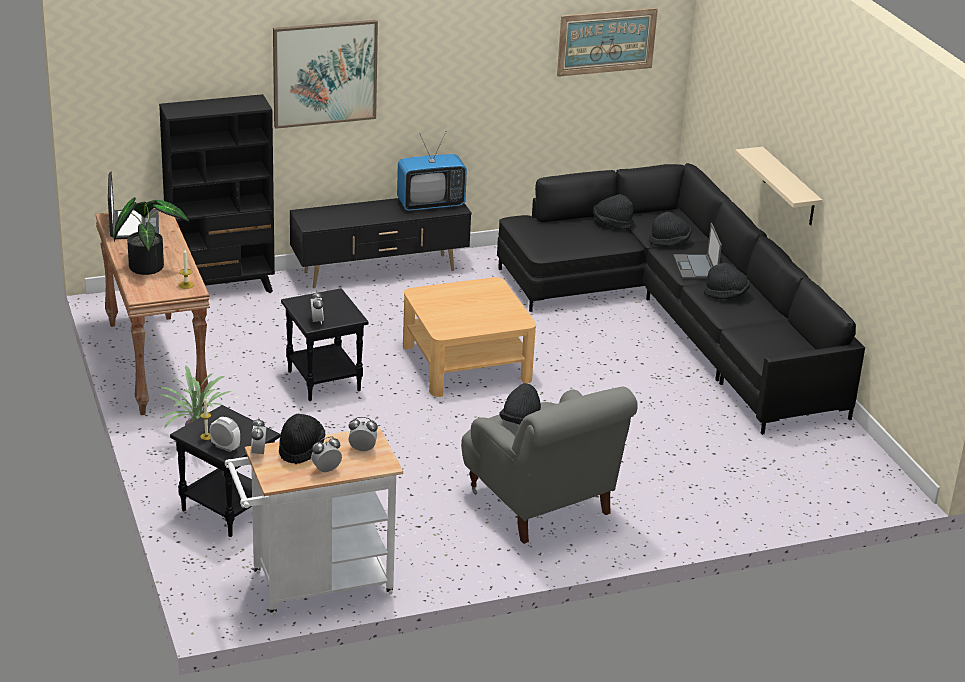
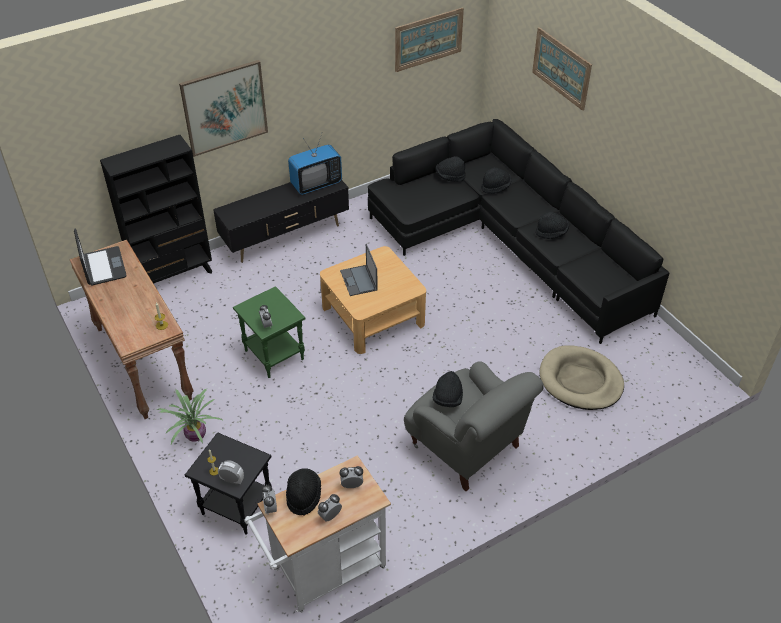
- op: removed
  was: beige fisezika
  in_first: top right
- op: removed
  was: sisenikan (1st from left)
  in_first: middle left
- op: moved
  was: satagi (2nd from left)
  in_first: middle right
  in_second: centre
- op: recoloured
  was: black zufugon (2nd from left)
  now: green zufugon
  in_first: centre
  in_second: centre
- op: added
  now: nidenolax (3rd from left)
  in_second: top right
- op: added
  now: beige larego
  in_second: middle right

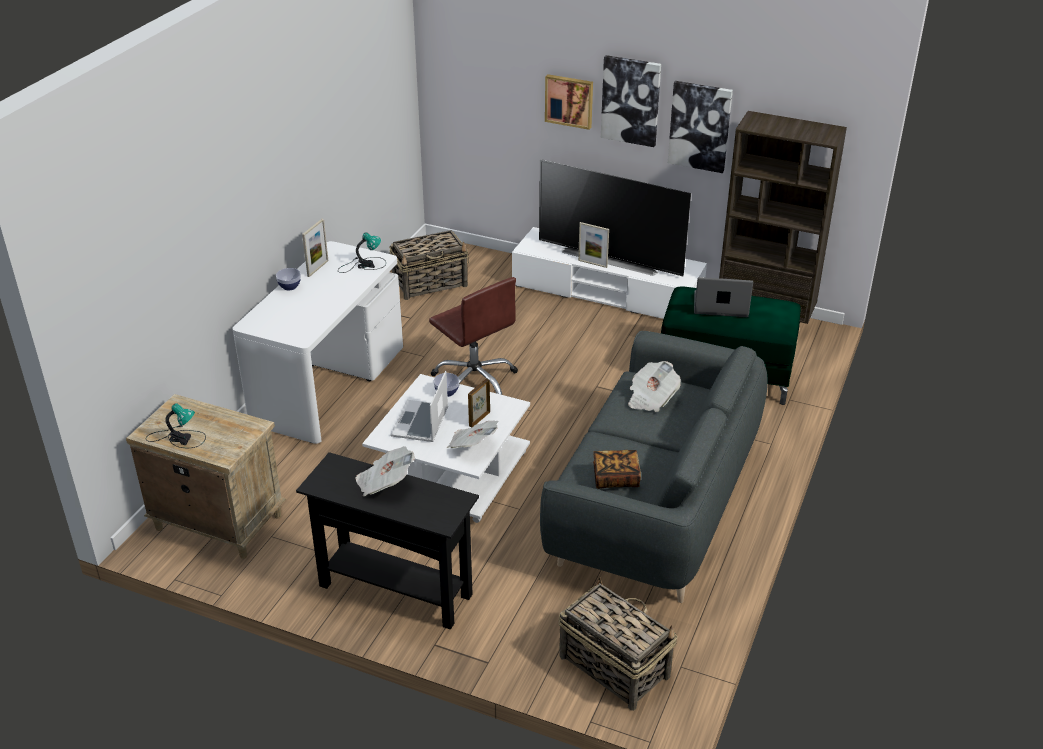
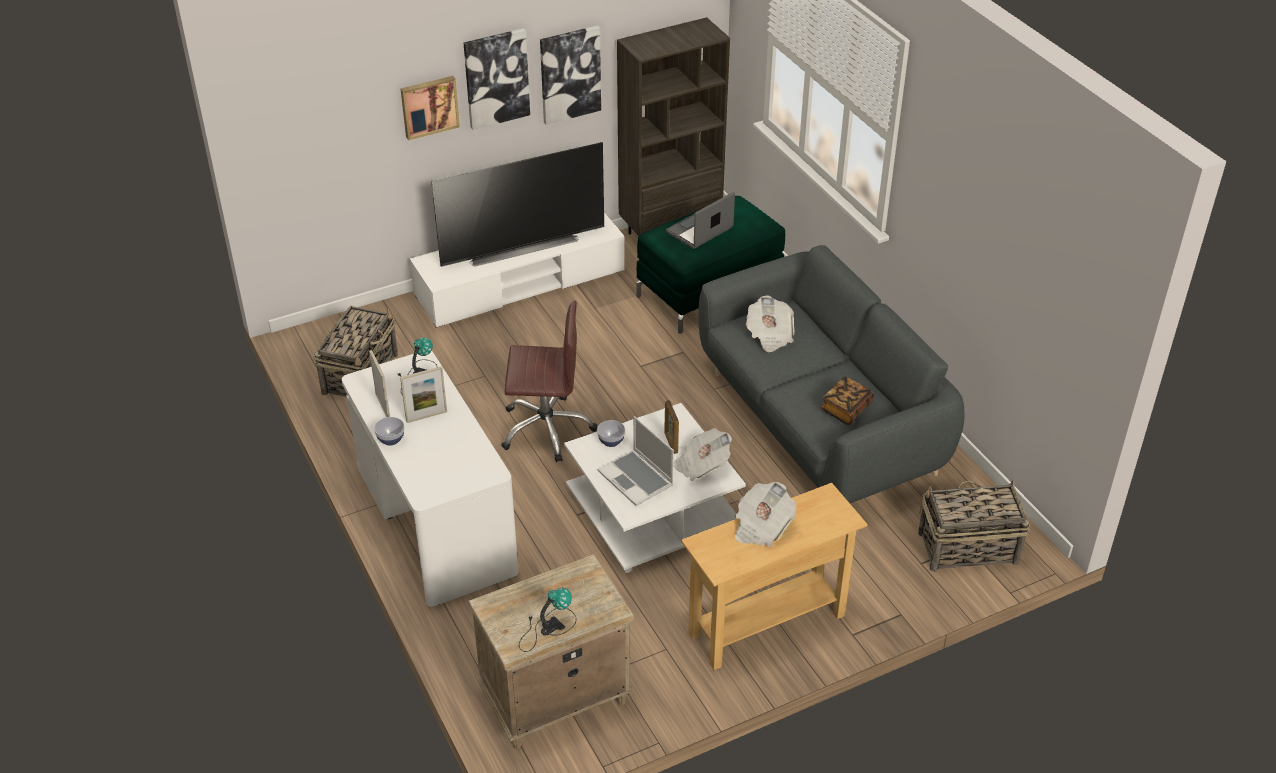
- op: moved
  was: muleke (3rd from left in the first image)
  now: muleke (2nd from left)
  in_first: top centre
  in_second: middle left
- op: recoloured
  was: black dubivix
  now: beige dubivix
  in_first: bottom centre
  in_second: bottom centre

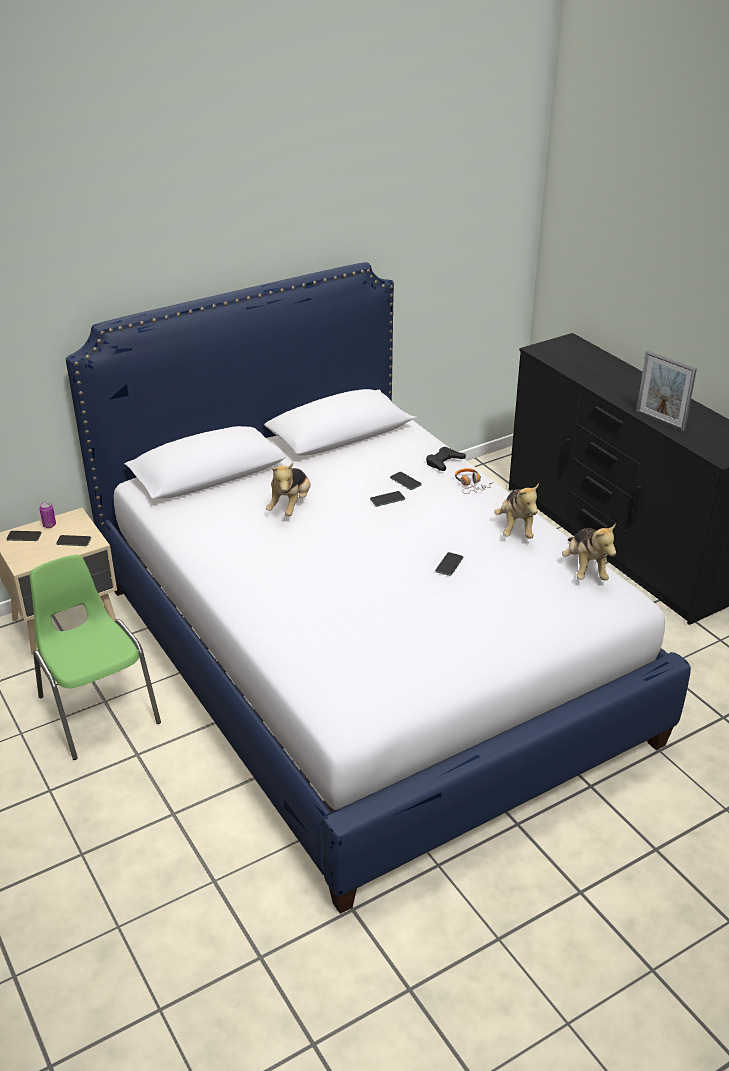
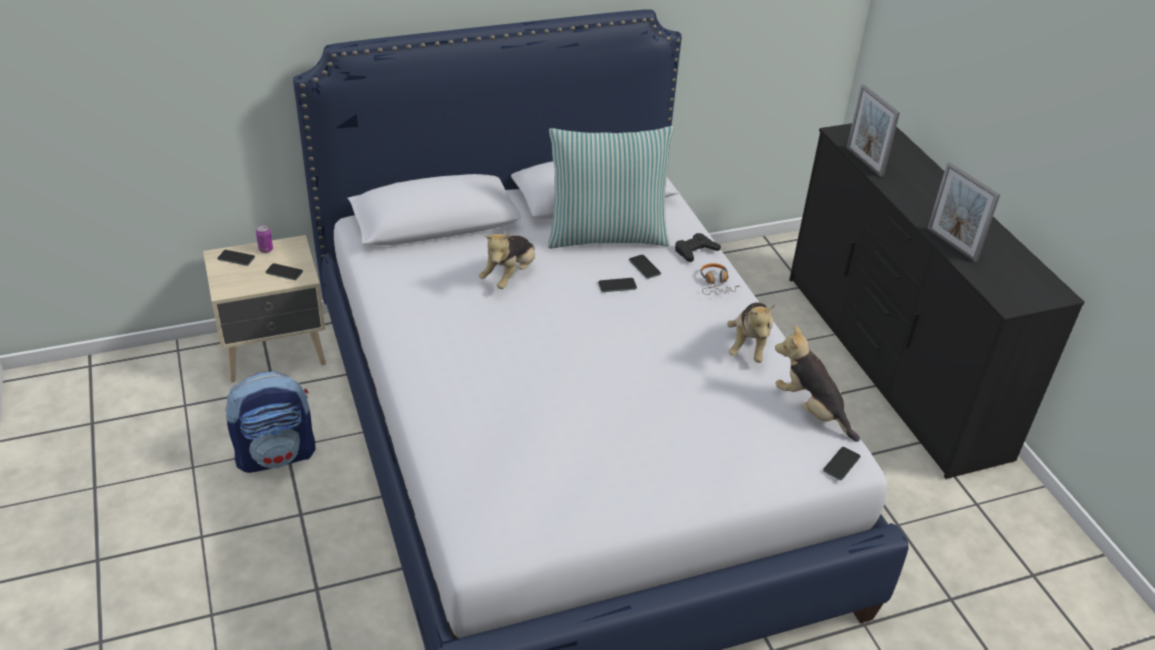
- op: turned
  was: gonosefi (3rd from left)
  in_first: middle right
  in_second: middle right
  clockwise: 135
- op: moved
  was: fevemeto (5th from left)
  in_first: centre
  in_second: bottom right
- op: replaced
  was: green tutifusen
  now: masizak
  in_first: middle left
  in_second: middle left
- op: added
  now: muleke (1st from left)
  in_second: top right
- op: added
  now: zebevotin
  in_second: top centre

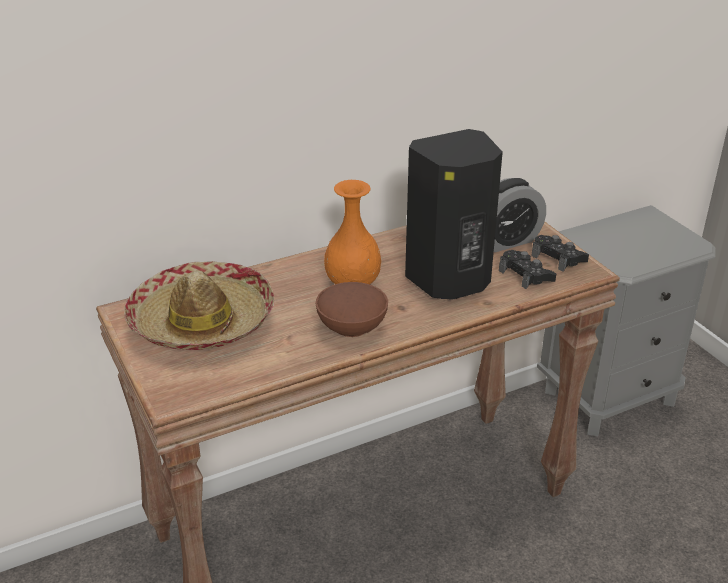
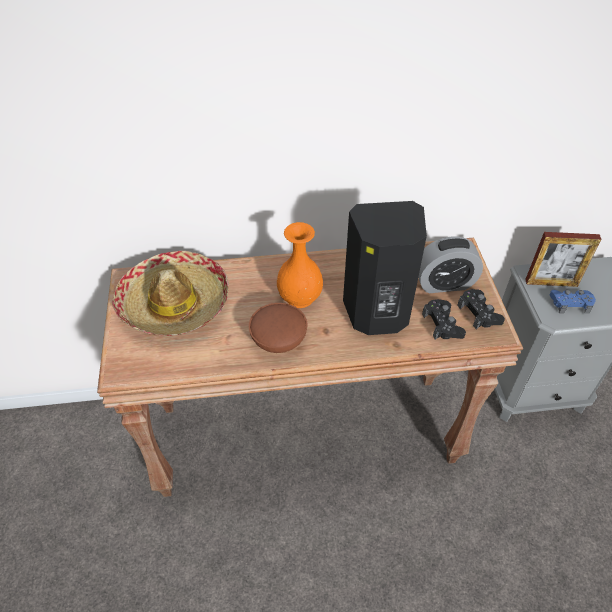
- op: added
  now: muleke
  in_second: middle right
- op: added
  now: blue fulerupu
  in_second: middle right

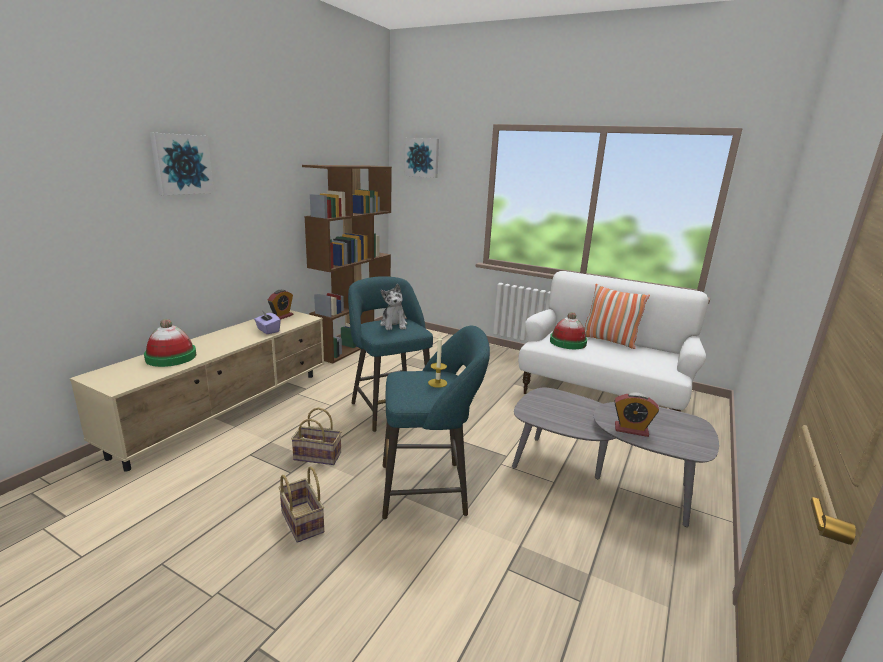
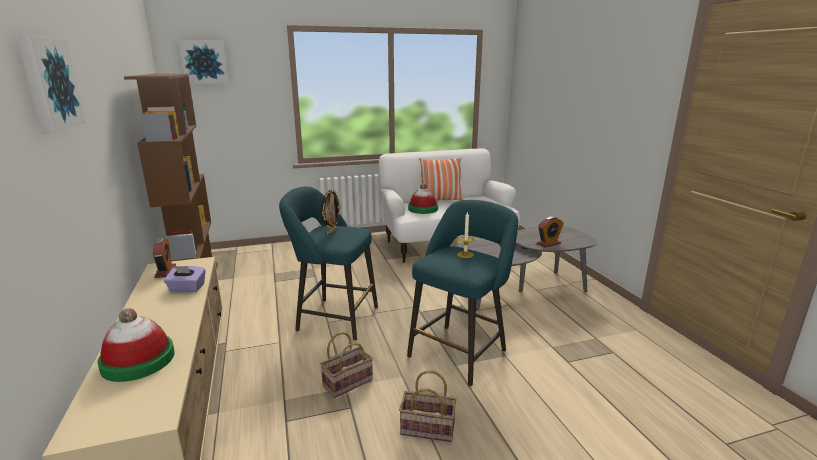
- op: replaced
  was: gonosefi
  now: muleke
  in_first: centre
  in_second: centre

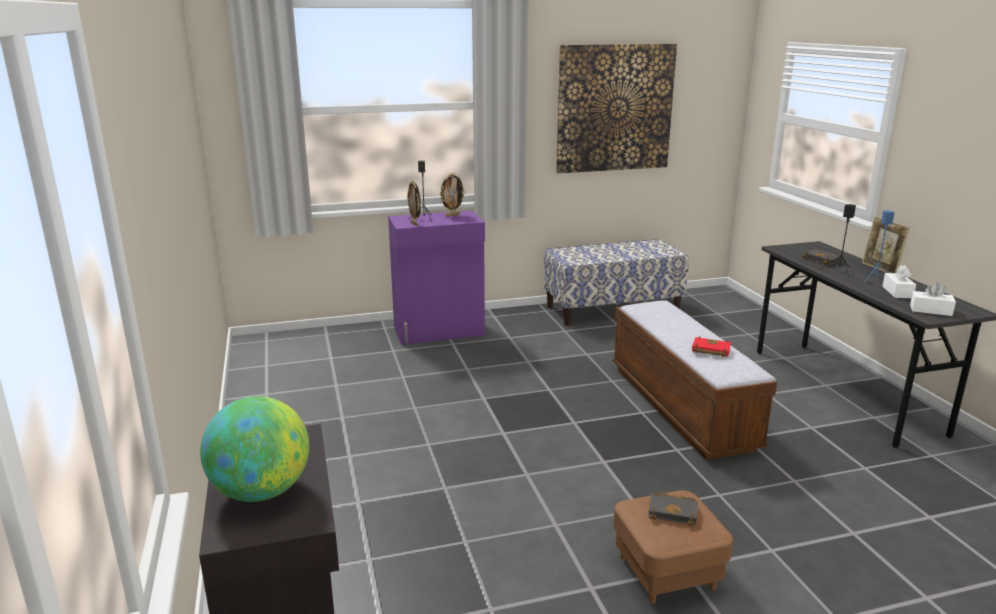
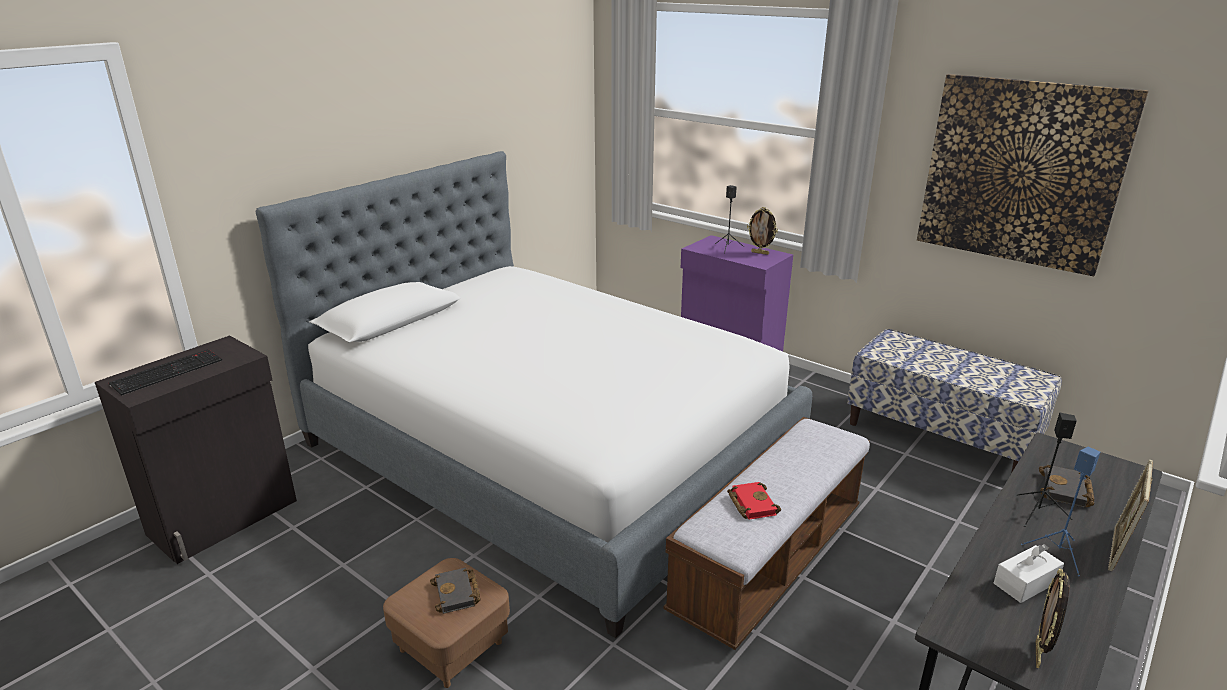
- op: moved
  was: muleke (1st from left in the first image)
  now: muleke (2nd from left)
  in_first: top centre
  in_second: bottom right
- op: removed
  was: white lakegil (2nd from left)
  in_first: middle right
- op: replaced
  was: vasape
  now: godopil
  in_first: bottom left
  in_second: middle left
- op: added
  now: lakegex
  in_second: centre

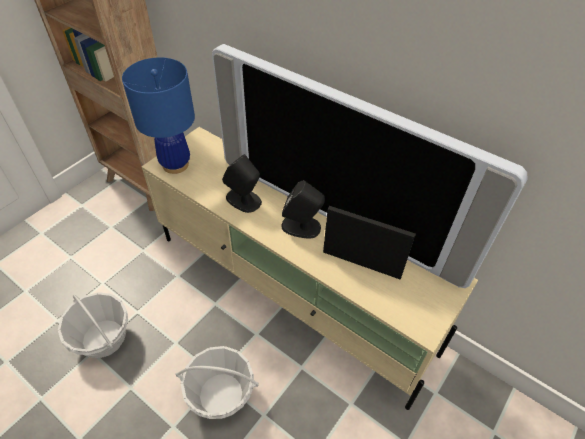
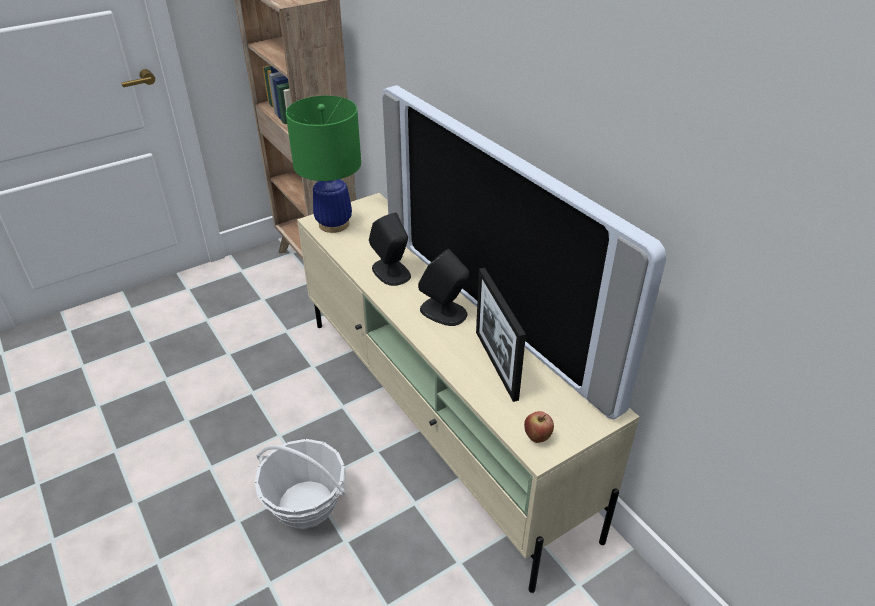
- op: recoloured
  was: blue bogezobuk
  now: green bogezobuk
  in_first: top left
  in_second: top centre
- op: turned
  was: muleke
  in_first: centre
  in_second: centre
  clockwise: -150
- op: removed
  was: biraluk (1st from left)
  in_first: bottom left
- op: added
  now: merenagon
  in_second: bottom centre

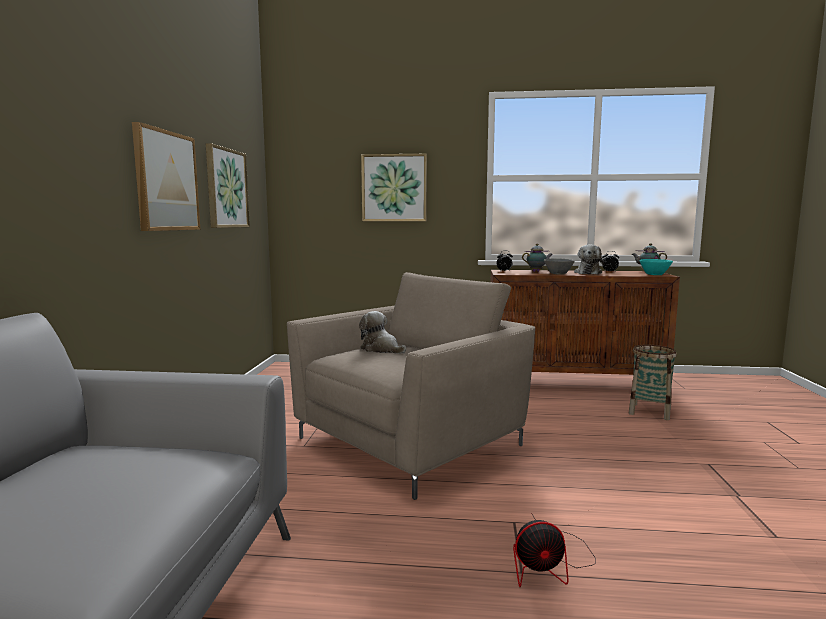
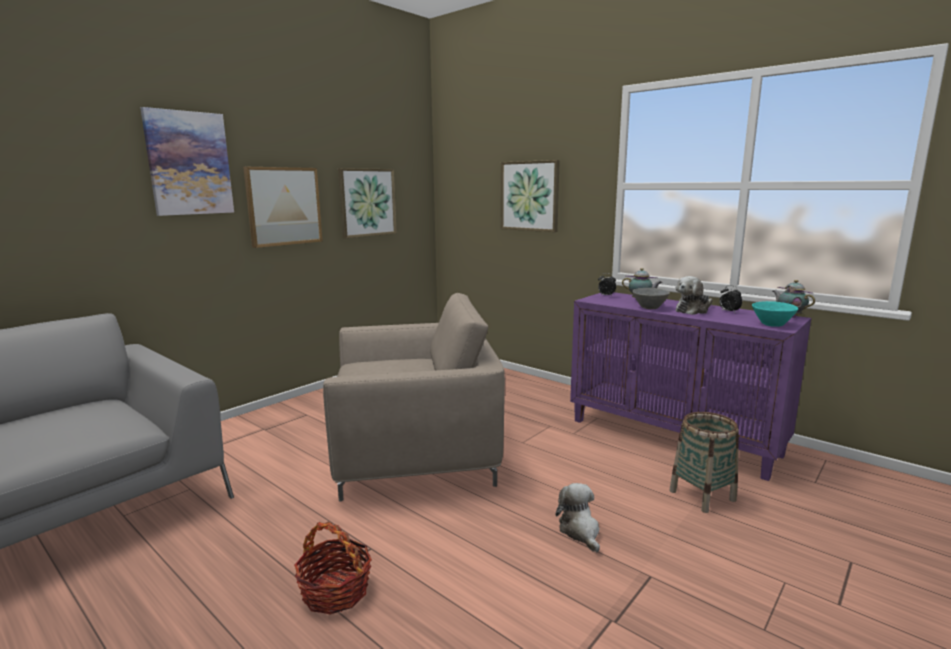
- op: recoloured
  was: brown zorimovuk
  now: purple zorimovuk
  in_first: middle right
  in_second: middle right
- op: moved
  was: gonosefi (1st from left)
  in_first: centre
  in_second: bottom centre
- op: replaced
  was: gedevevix
  now: biraluk (1st from left)
  in_first: bottom right
  in_second: bottom centre
- op: added
  now: nidenolax (1st from left)
  in_second: top left

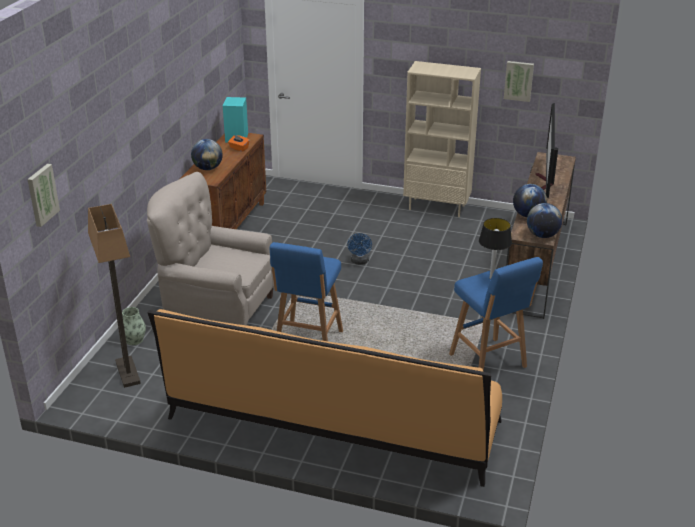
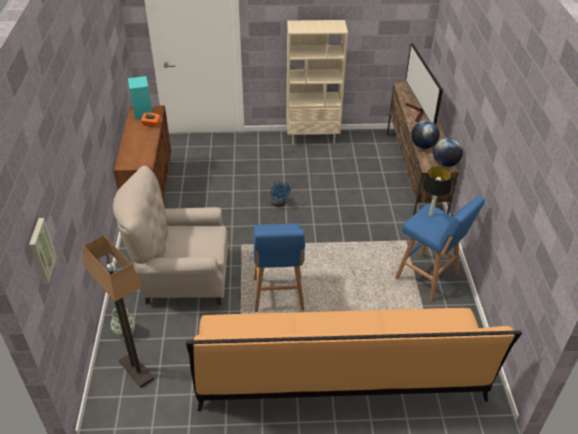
- op: removed
  was: nidenolax (2nd from left)
  in_first: top right
- op: removed
  was: vasape (1st from left)
  in_first: top left

